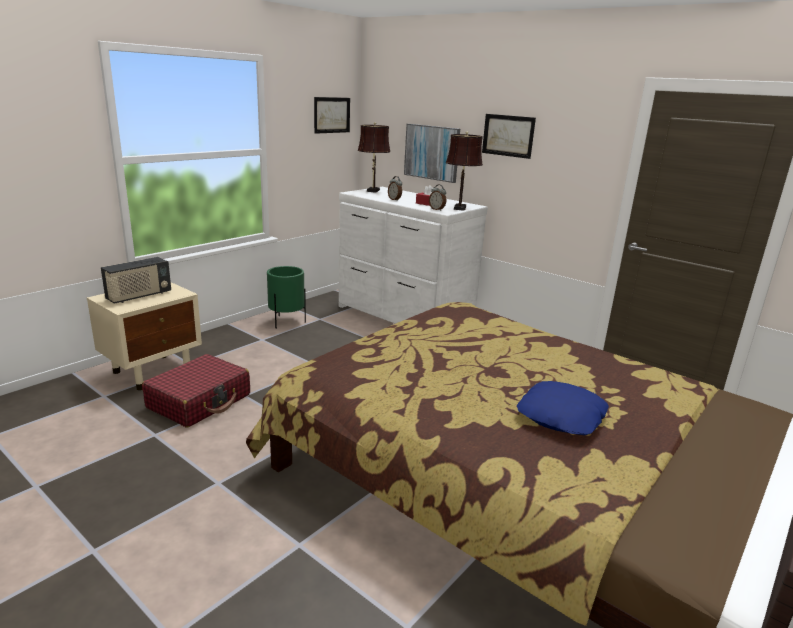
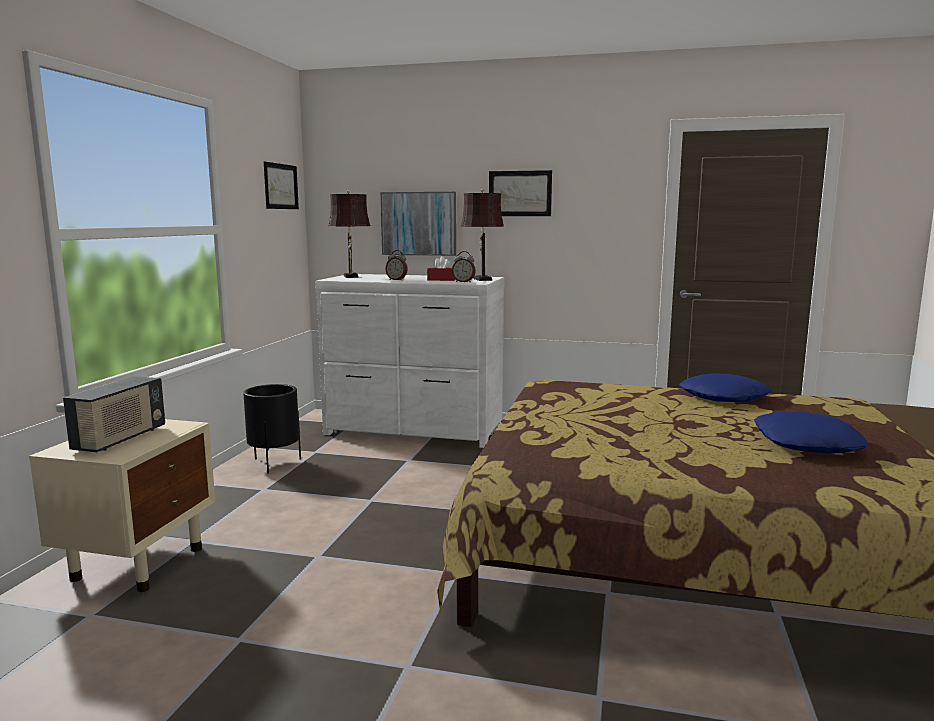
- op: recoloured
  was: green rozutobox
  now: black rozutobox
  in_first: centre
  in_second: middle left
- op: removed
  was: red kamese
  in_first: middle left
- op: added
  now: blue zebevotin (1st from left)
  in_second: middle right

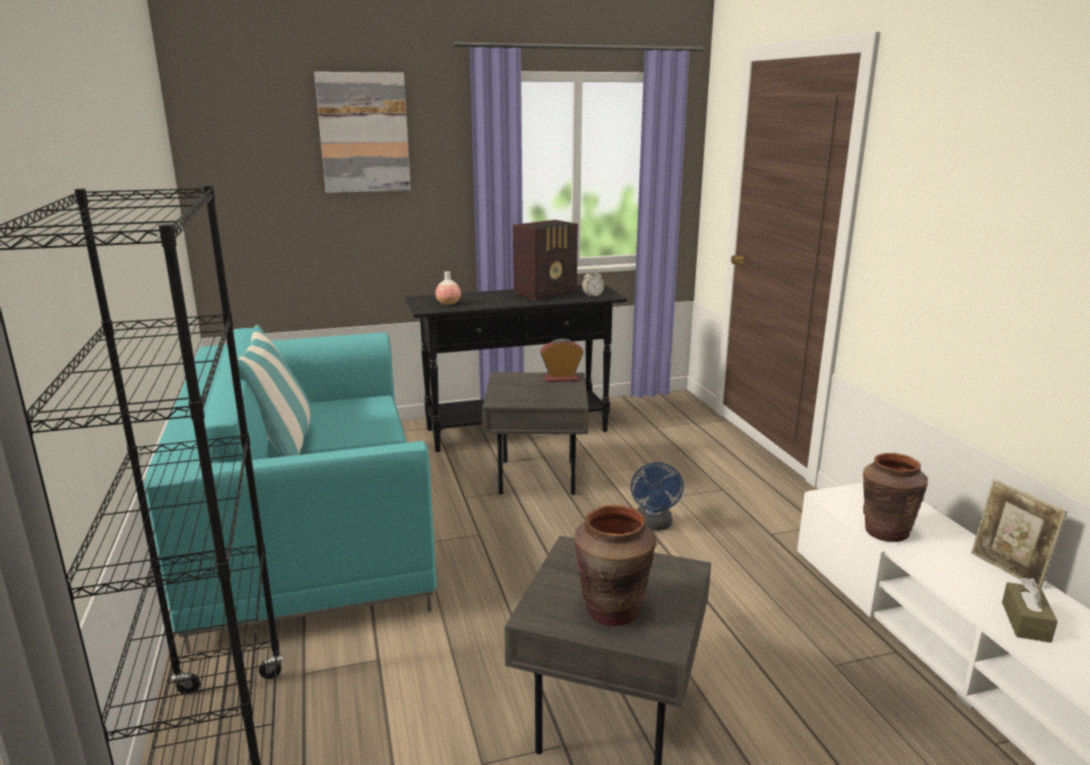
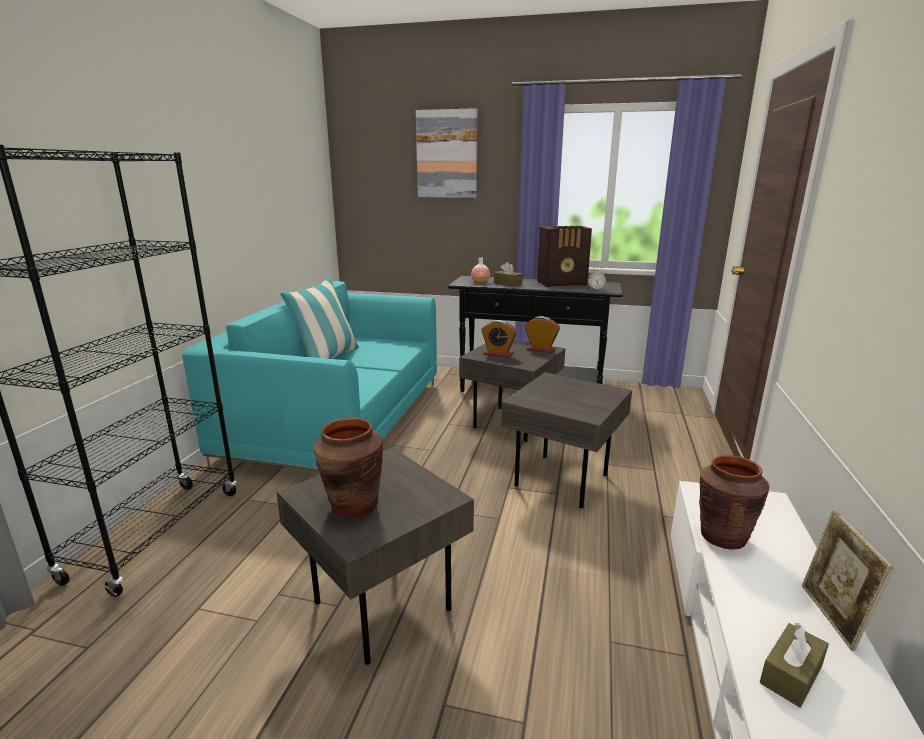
- op: replaced
  was: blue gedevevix
  now: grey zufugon (3rd from left)
  in_first: centre
  in_second: centre
- op: added
  now: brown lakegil (1st from left)
  in_second: centre
- op: added
  now: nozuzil (1st from left)
  in_second: centre

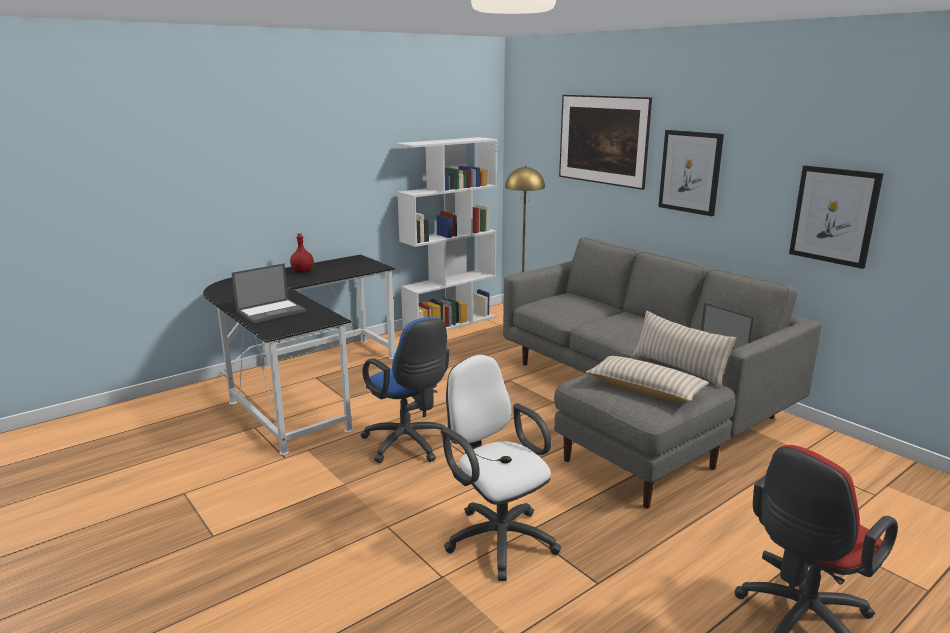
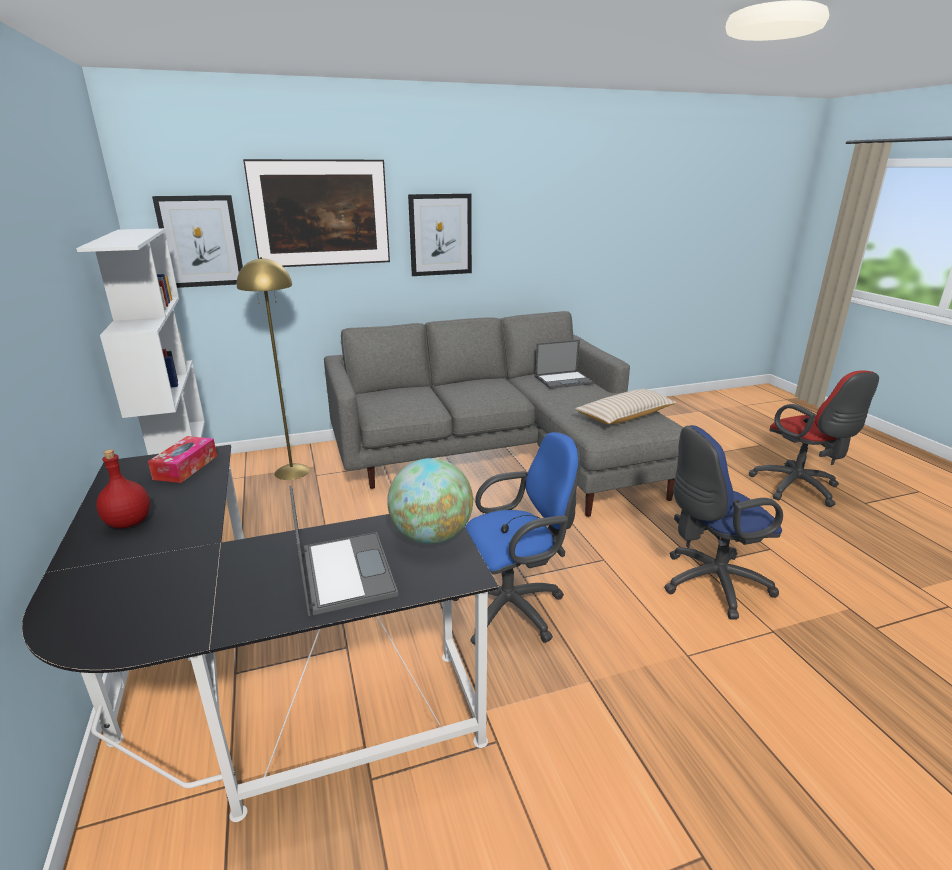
- op: moved
  was: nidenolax (3rd from left in the first image)
  now: nidenolax (1st from left)
  in_first: middle right
  in_second: top left
- op: removed
  was: beige zebevotin (2nd from left)
  in_first: middle right
- op: recoloured
  was: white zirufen
  now: blue zirufen (2nd from left)
  in_first: bottom centre
  in_second: middle right
- op: added
  now: lakegil
  in_second: middle left
- op: added
  now: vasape
  in_second: centre

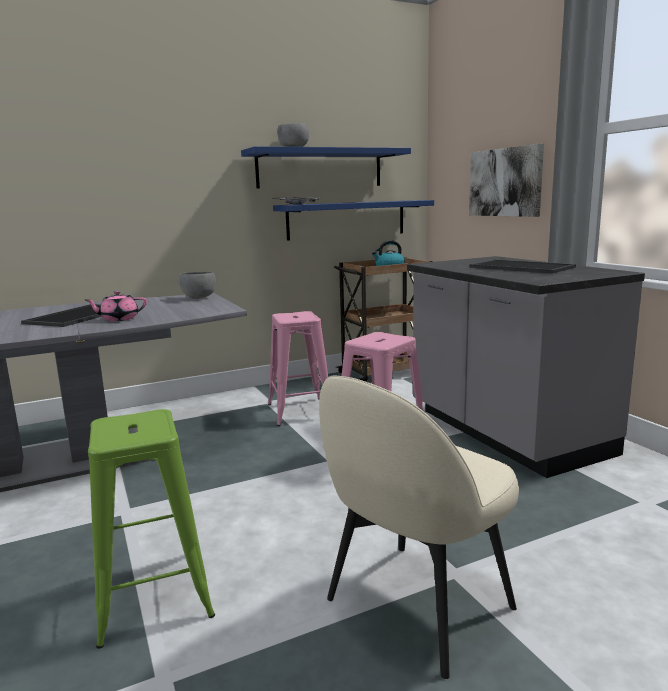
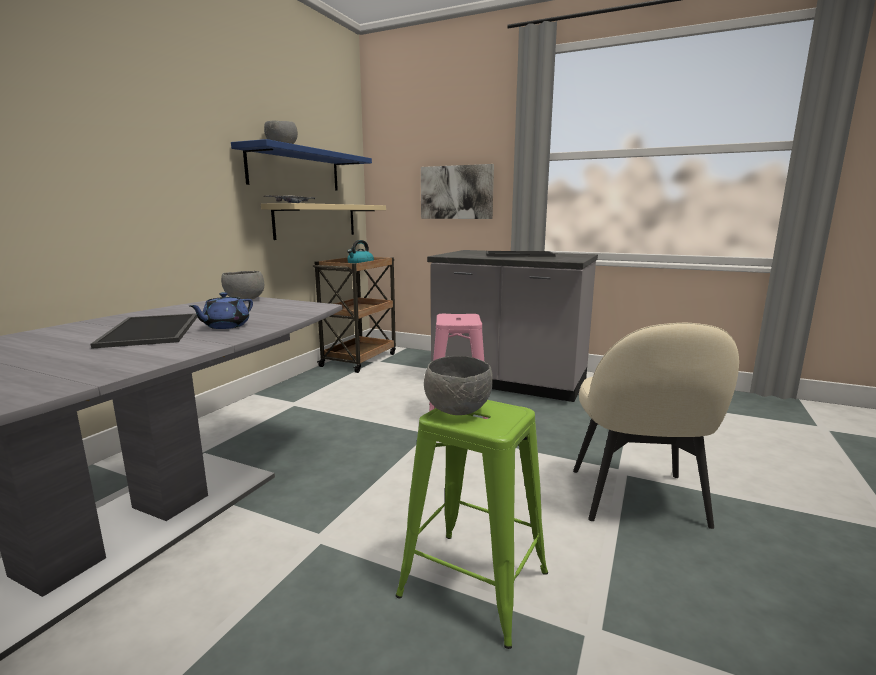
- op: recoloured
  was: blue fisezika (2nd from left)
  now: beige fisezika
  in_first: top centre
  in_second: top centre
- op: recoloured
  was: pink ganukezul
  now: blue ganukezul
  in_first: middle left
  in_second: middle left
- op: removed
  was: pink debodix (1st from left)
  in_first: centre
- op: added
  now: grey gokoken (3rd from left)
  in_second: centre

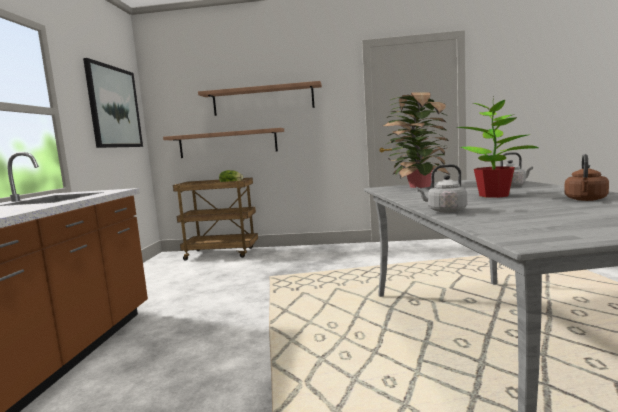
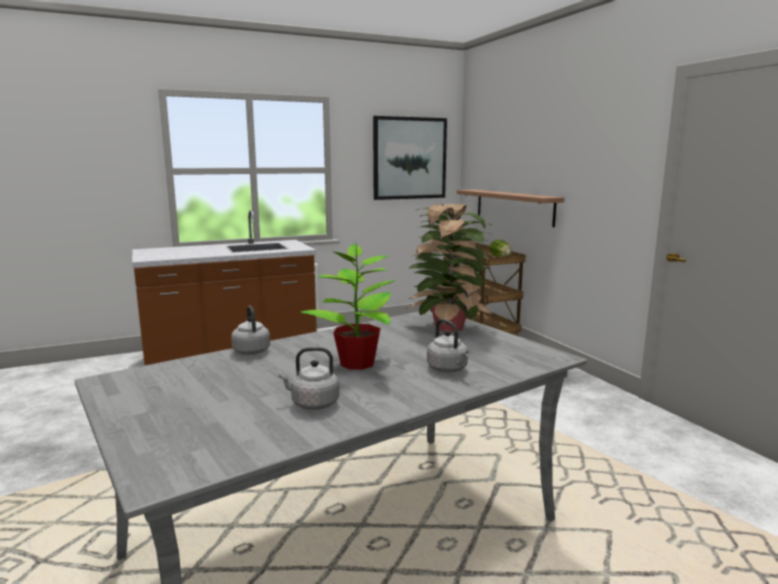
- op: removed
  was: fisezika (2nd from left)
  in_first: top centre
- op: recoloured
  was: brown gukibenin
  now: grey gukibenin (2nd from left)
  in_first: middle right
  in_second: centre

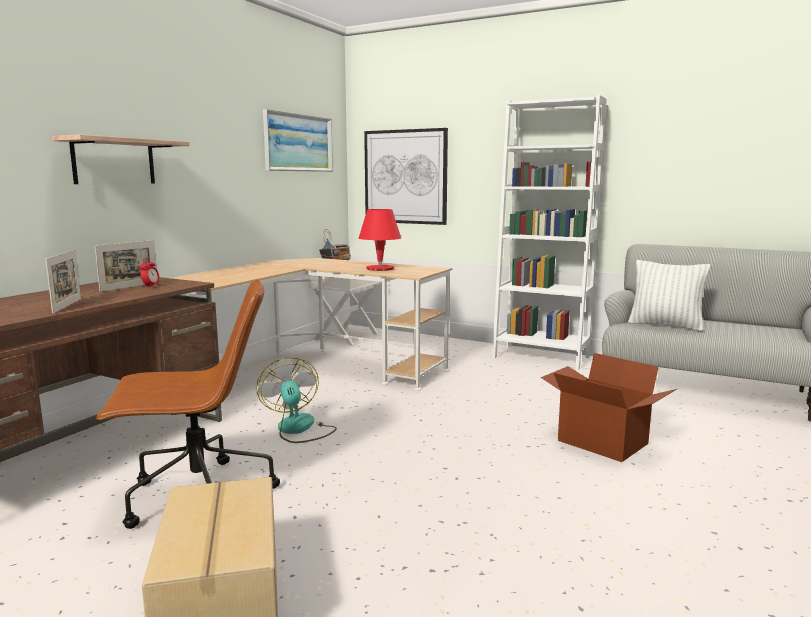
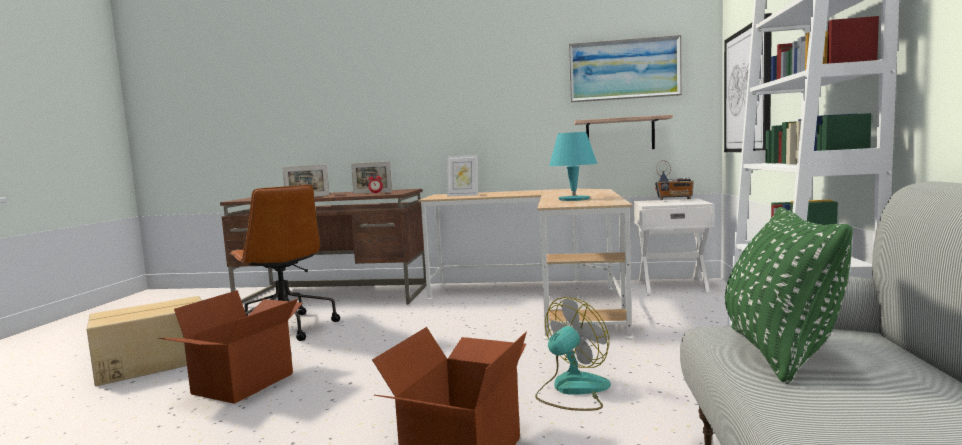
- op: moved
  was: fisezika
  in_first: top left
  in_second: top centre
- op: recoloured
  was: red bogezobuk
  now: turquoise bogezobuk
  in_first: centre
  in_second: centre
- op: recoloured
  was: white zebevotin
  now: green zebevotin
  in_first: middle right
  in_second: middle right
- op: moved
  was: gedevevix
  in_first: centre
  in_second: bottom centre
- op: added
  now: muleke (3rd from left)
  in_second: centre
- op: added
  now: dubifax (2nd from left)
  in_second: bottom left

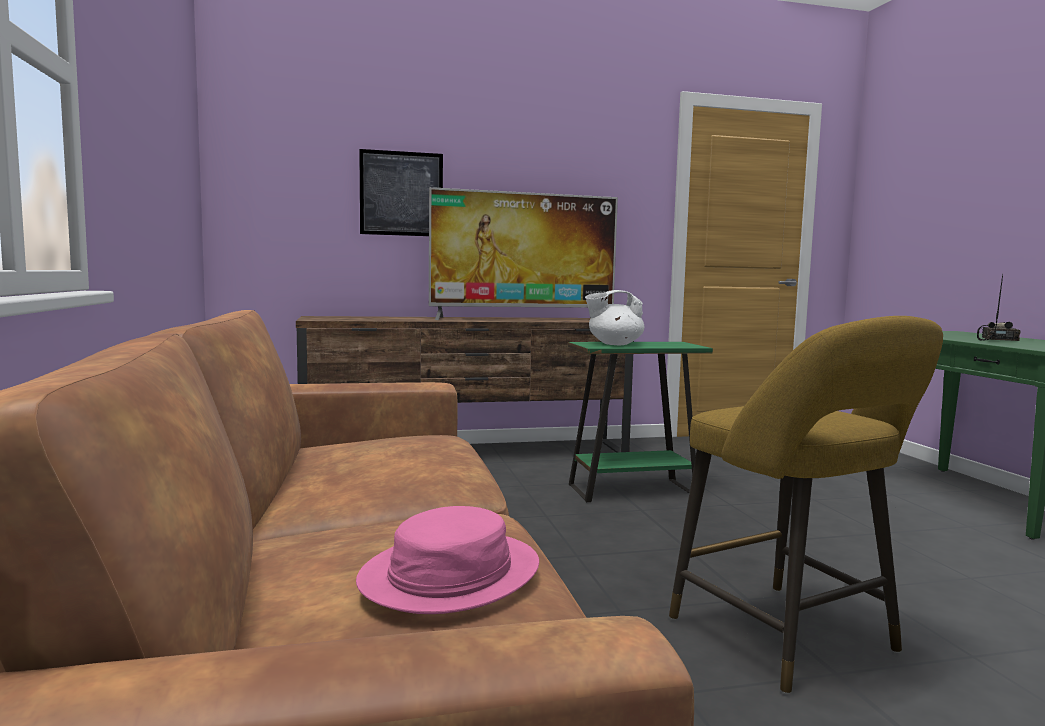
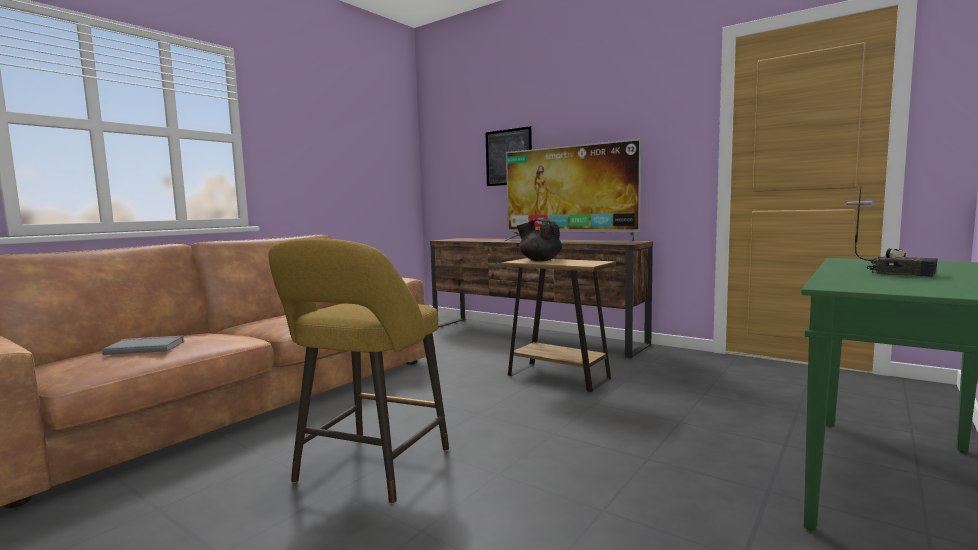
- op: turned
  was: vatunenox
  in_first: middle right
  in_second: middle right
  clockwise: 60
- op: recoloured
  was: white ganukezul
  now: black ganukezul
  in_first: centre
  in_second: centre
- op: recoloured
  was: green zufugon
  now: brown zufugon
  in_first: centre
  in_second: centre
- op: replaced
  was: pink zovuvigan
  now: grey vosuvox
  in_first: bottom centre
  in_second: middle left

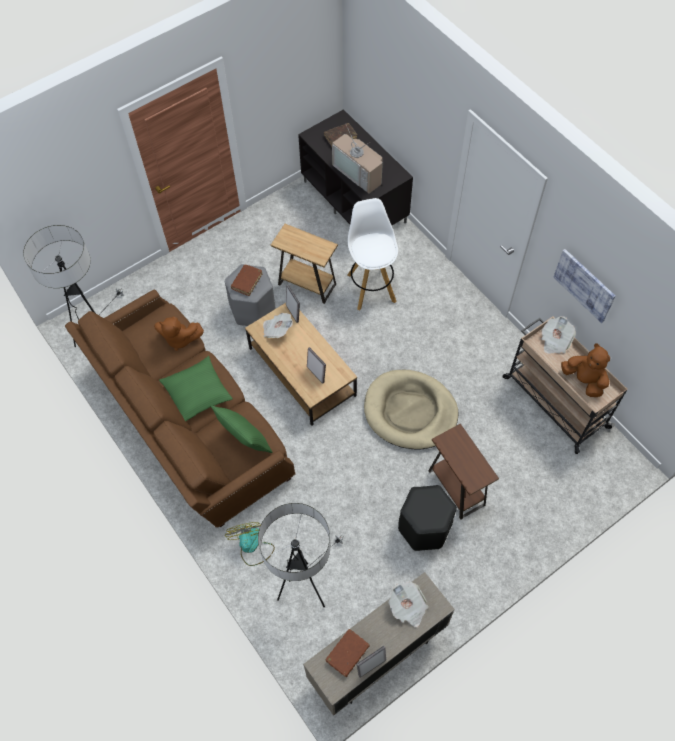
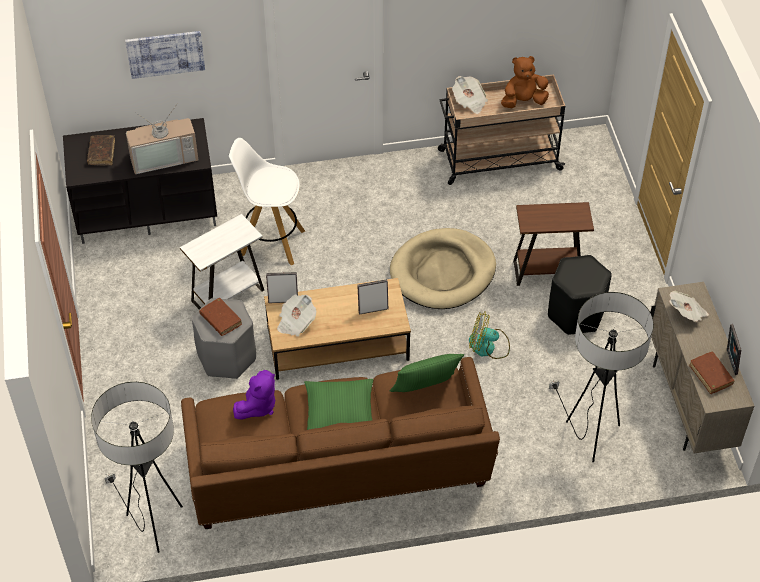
- op: recoloured
  was: brown zufugon (1st from left)
  now: white zufugon
  in_first: centre
  in_second: middle left
- op: moved
  was: nidenolax
  in_first: middle right
  in_second: top left
- op: recoloured
  was: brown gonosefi (1st from left)
  now: purple gonosefi
  in_first: middle left
  in_second: bottom centre
- op: moved
  was: gedevevix
  in_first: bottom centre
  in_second: centre

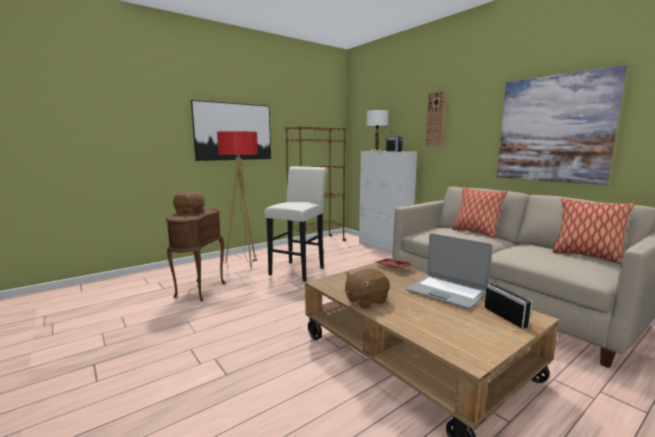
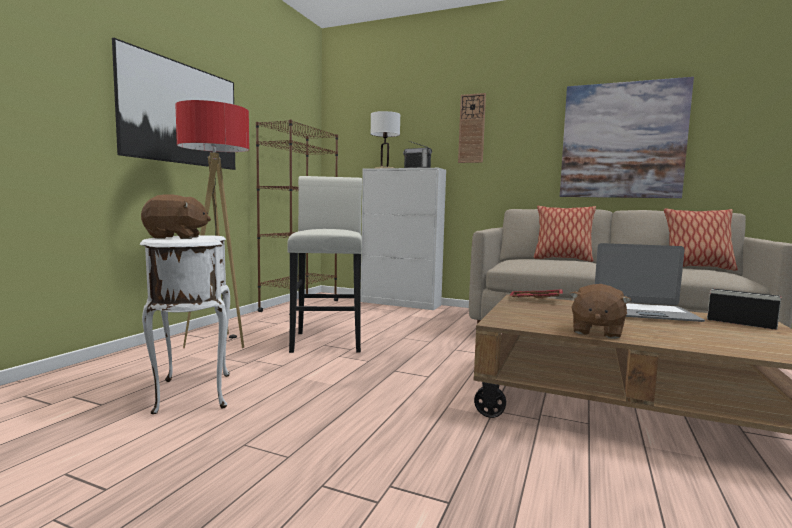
- op: recoloured
  was: brown zufugon
  now: white zufugon
  in_first: middle left
  in_second: middle left

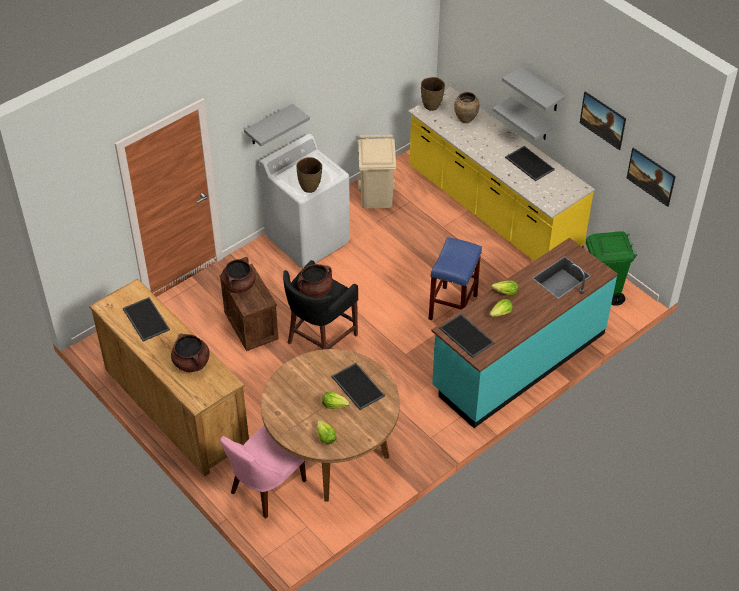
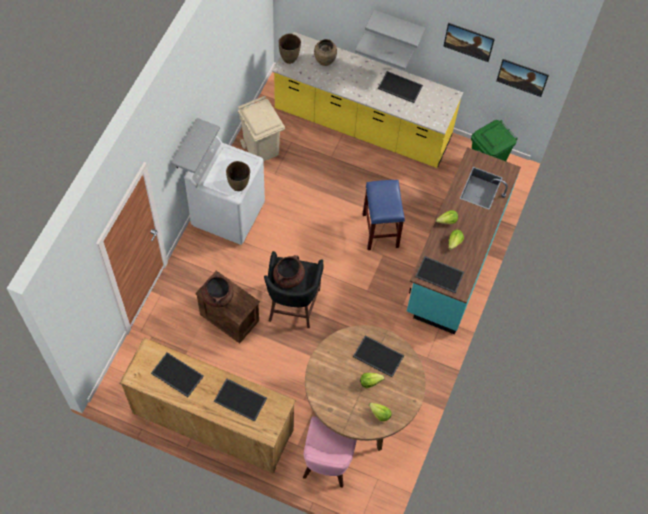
- op: replaced
  was: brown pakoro (1st from left)
  now: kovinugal (2nd from left)
  in_first: middle left
  in_second: bottom centre

